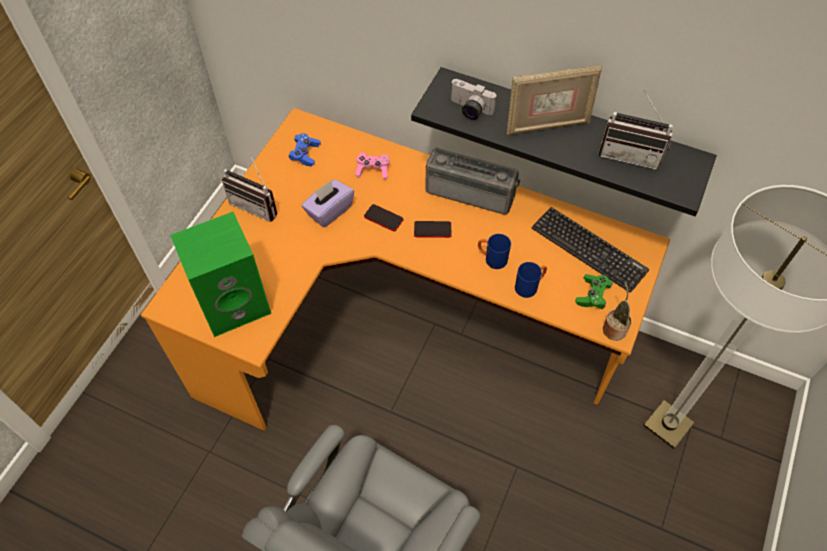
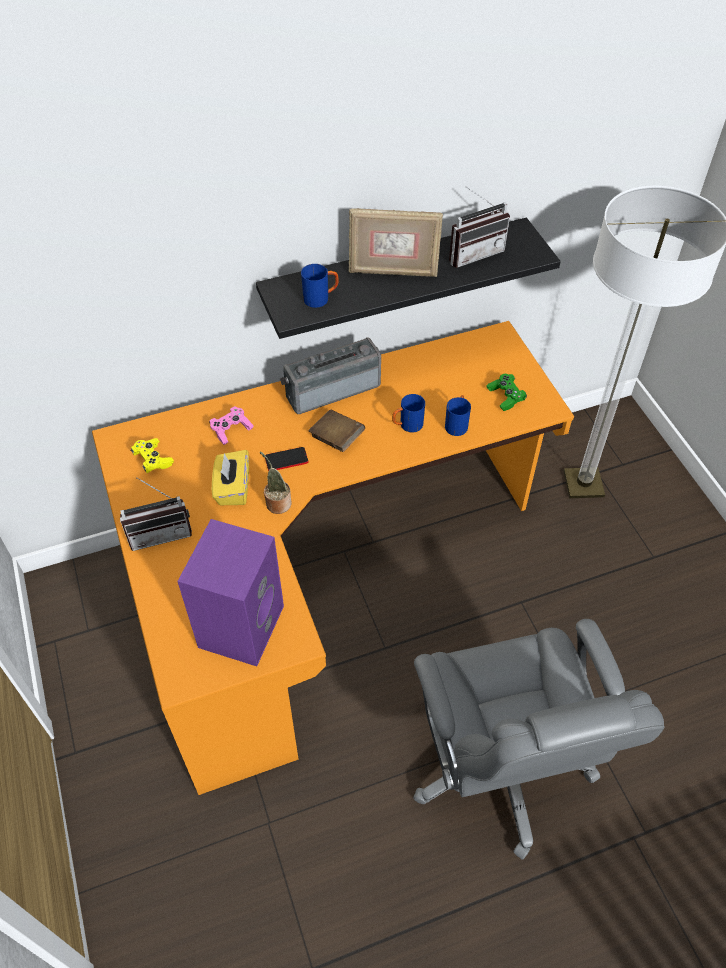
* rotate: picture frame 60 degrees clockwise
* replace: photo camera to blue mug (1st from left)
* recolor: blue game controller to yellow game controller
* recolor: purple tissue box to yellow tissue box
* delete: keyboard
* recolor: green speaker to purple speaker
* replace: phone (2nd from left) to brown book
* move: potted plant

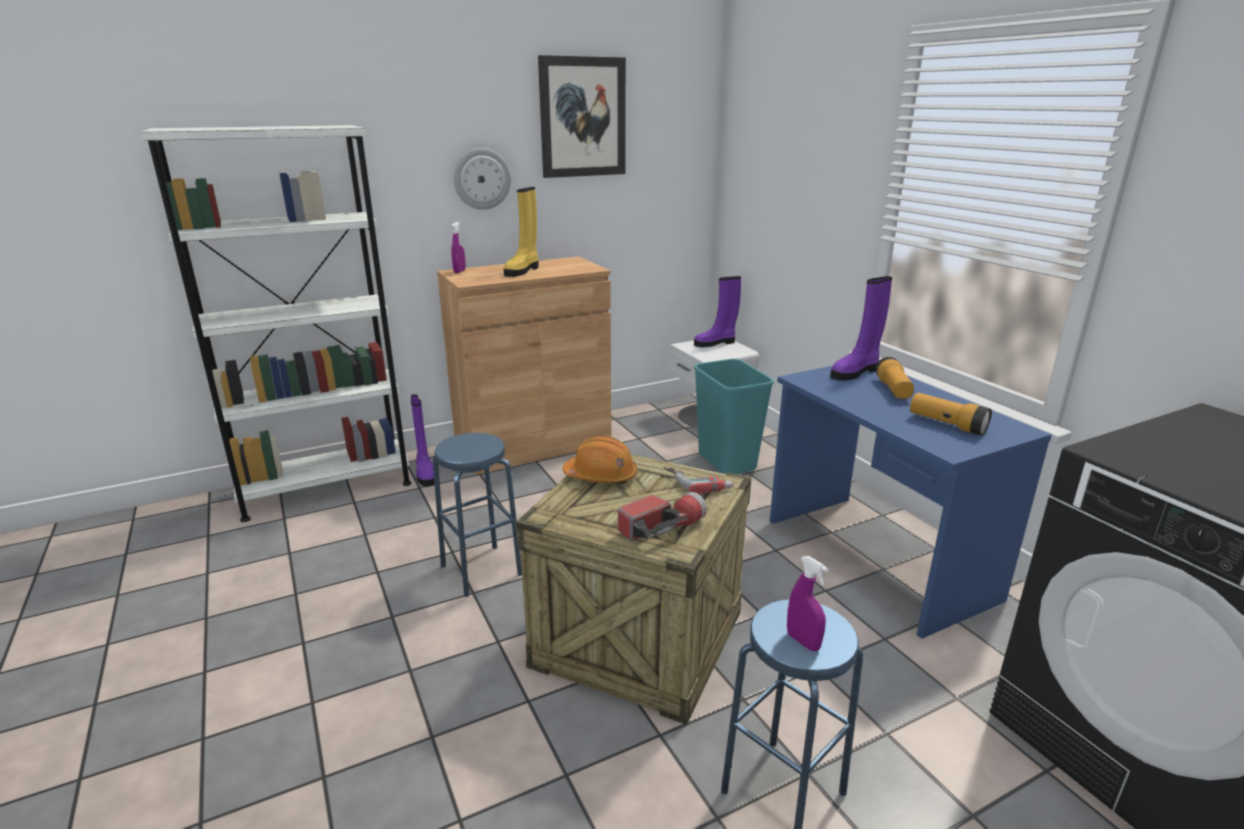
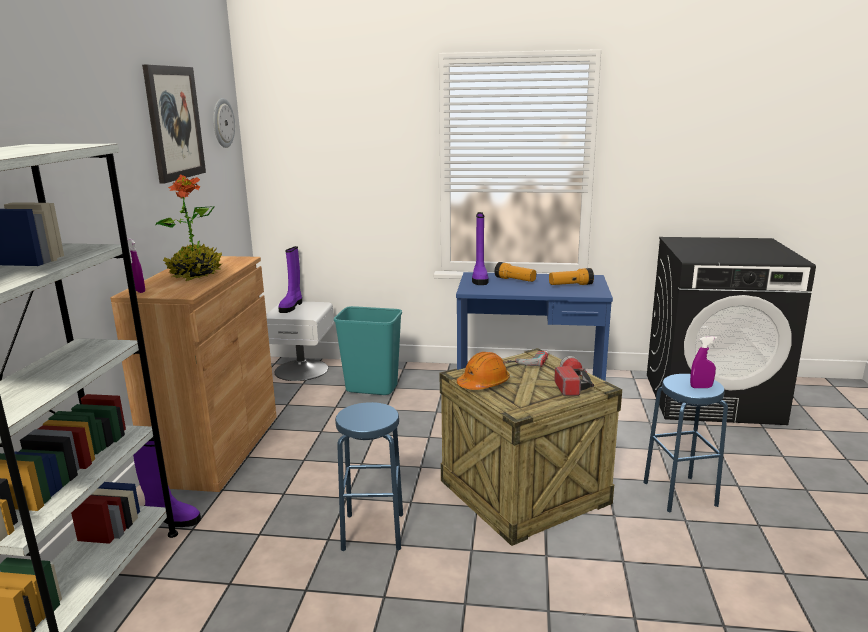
* move: wall clock
* replace: yellow boot to potted plant

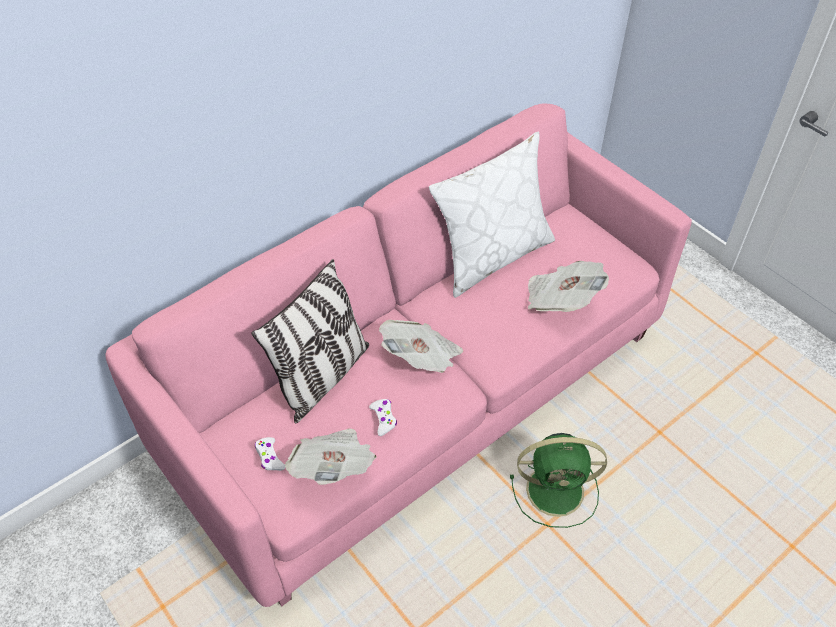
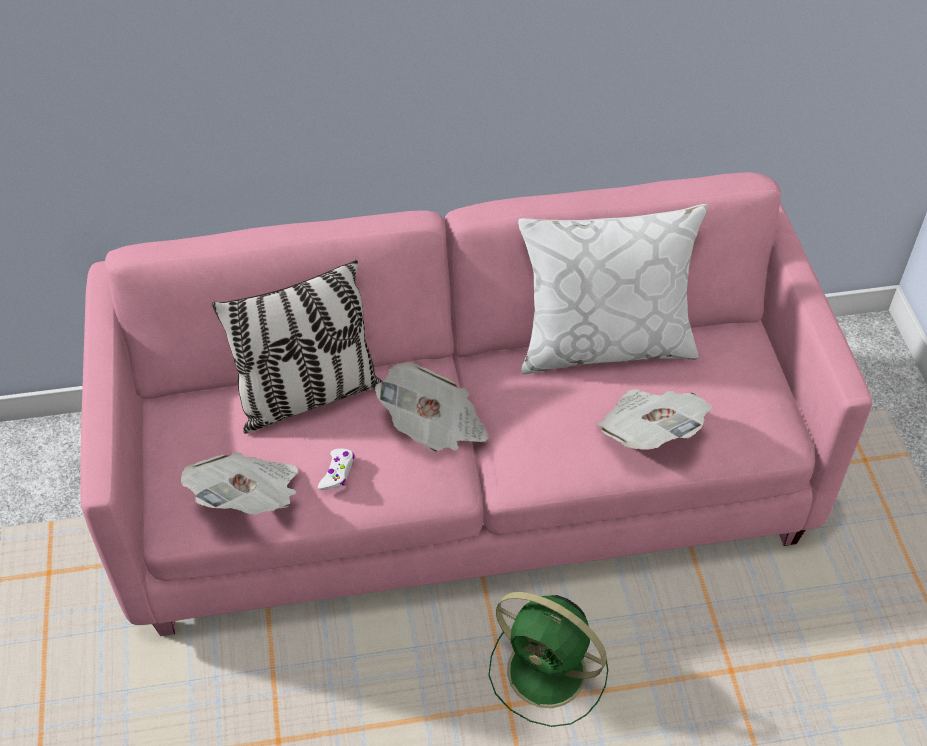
* delete: white game controller (1st from left)

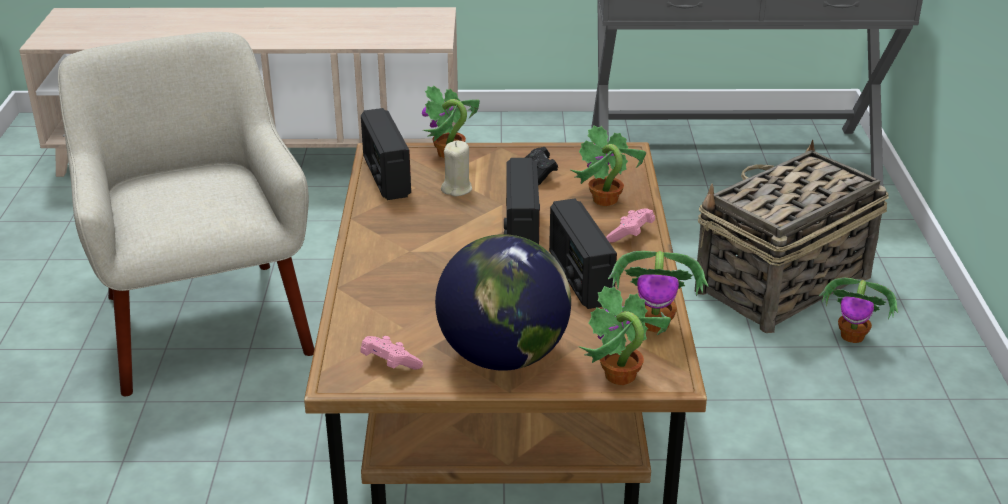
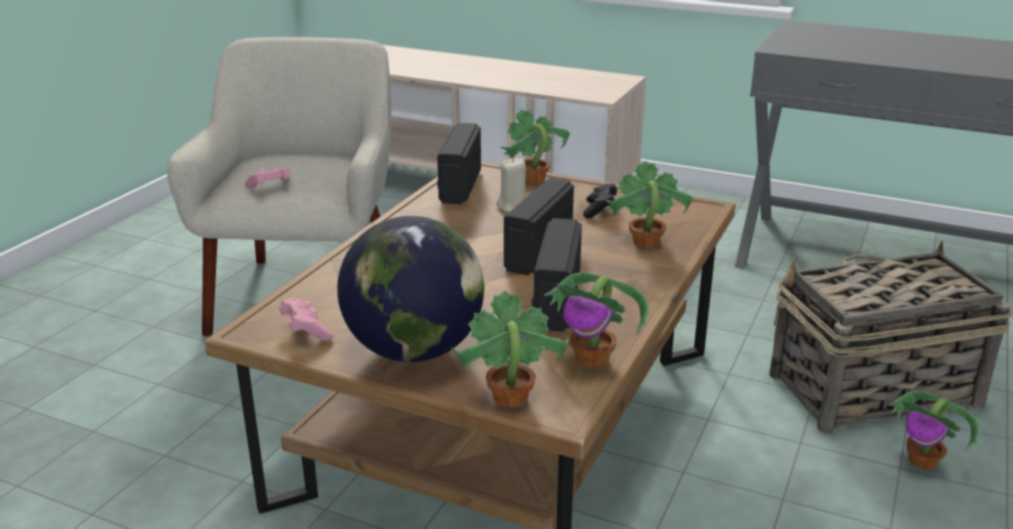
* move: pink game controller (2nd from left in the first image) to pink game controller (1st from left)

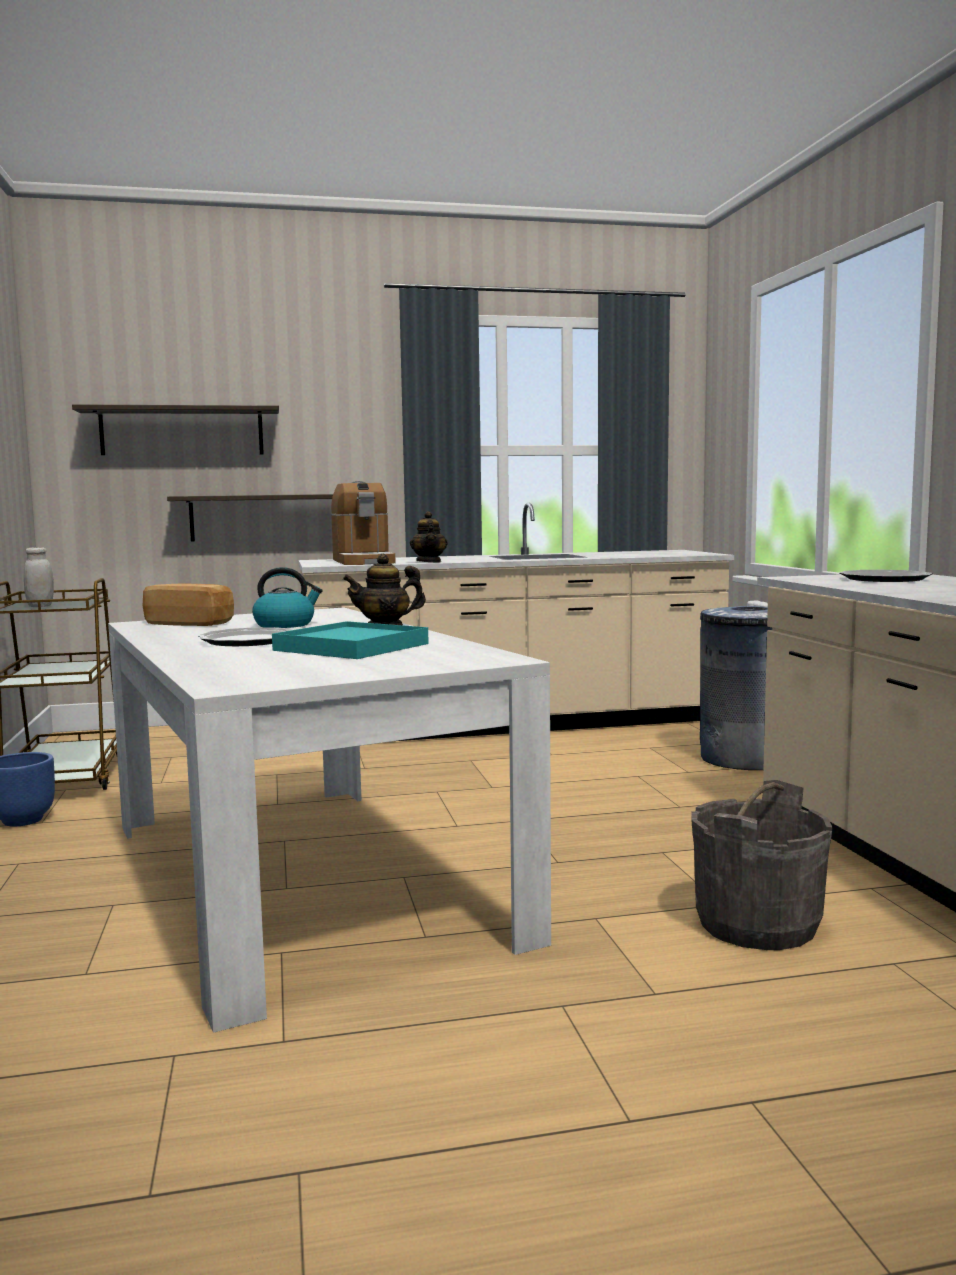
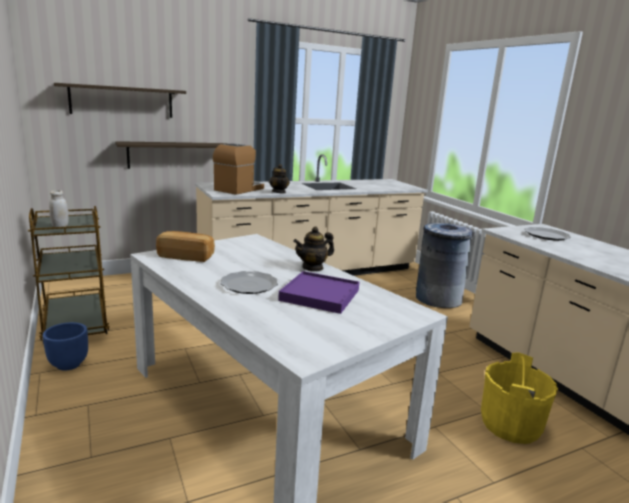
* rotate: coffee machine 120 degrees counterclockwise
* delete: kettle
* recolor: turquoise tray to purple tray
* recolor: grey bucket to yellow bucket

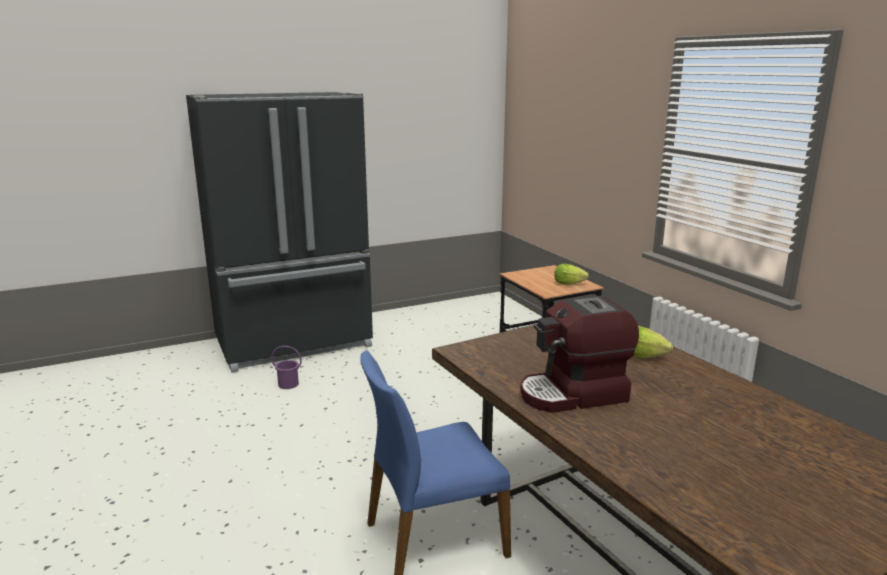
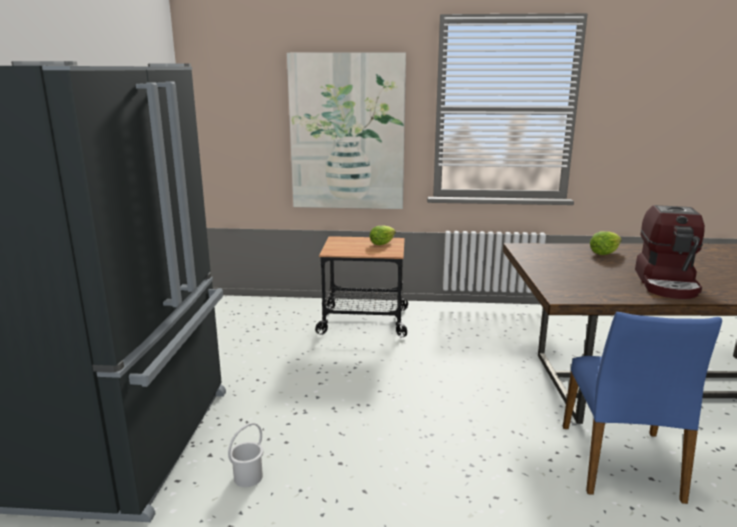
* recolor: purple bucket to white bucket
* insert: picture

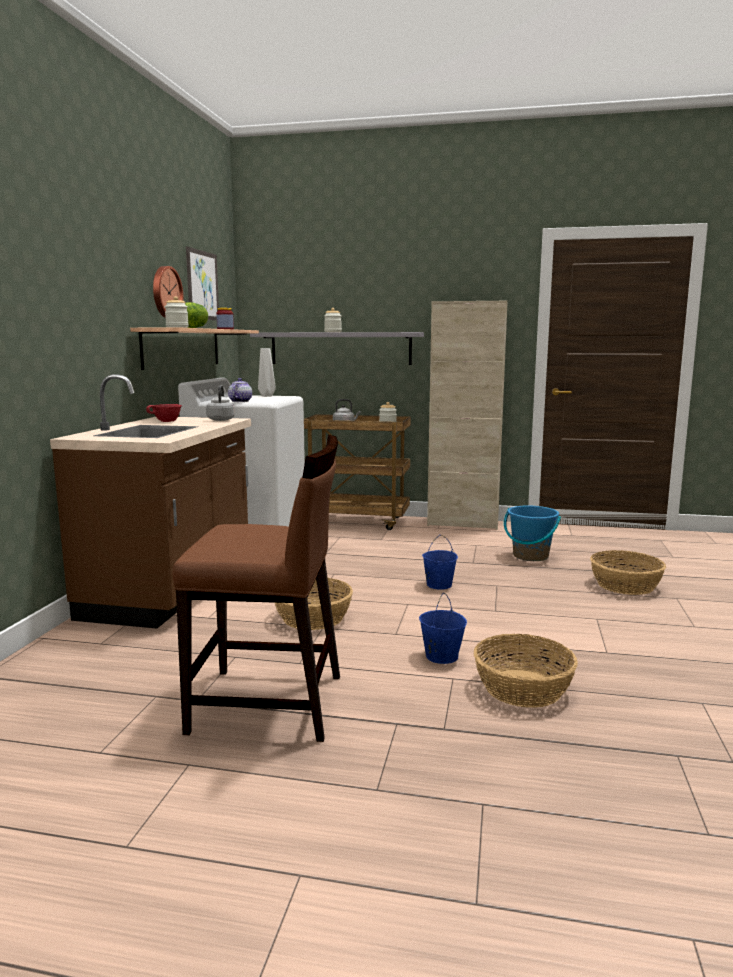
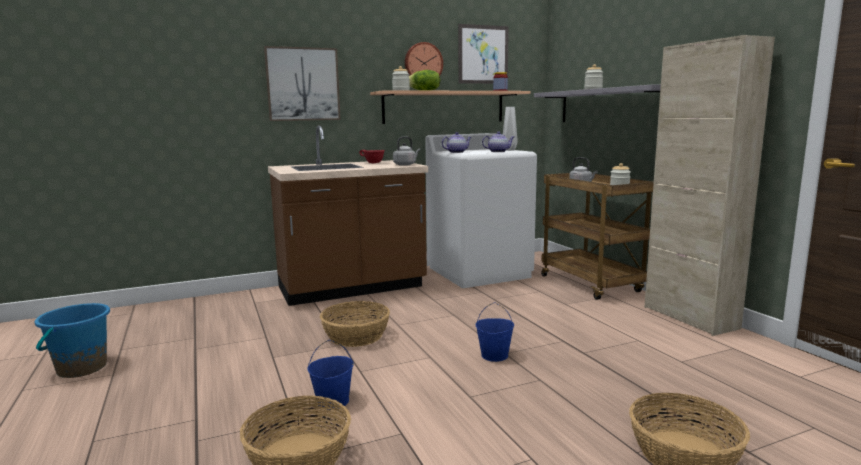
* delete: brown chair
* move: blue bucket (3rd from left in the first image) to blue bucket (1st from left)
* insert: picture (1st from left)
* insert: teapot (2nd from left)

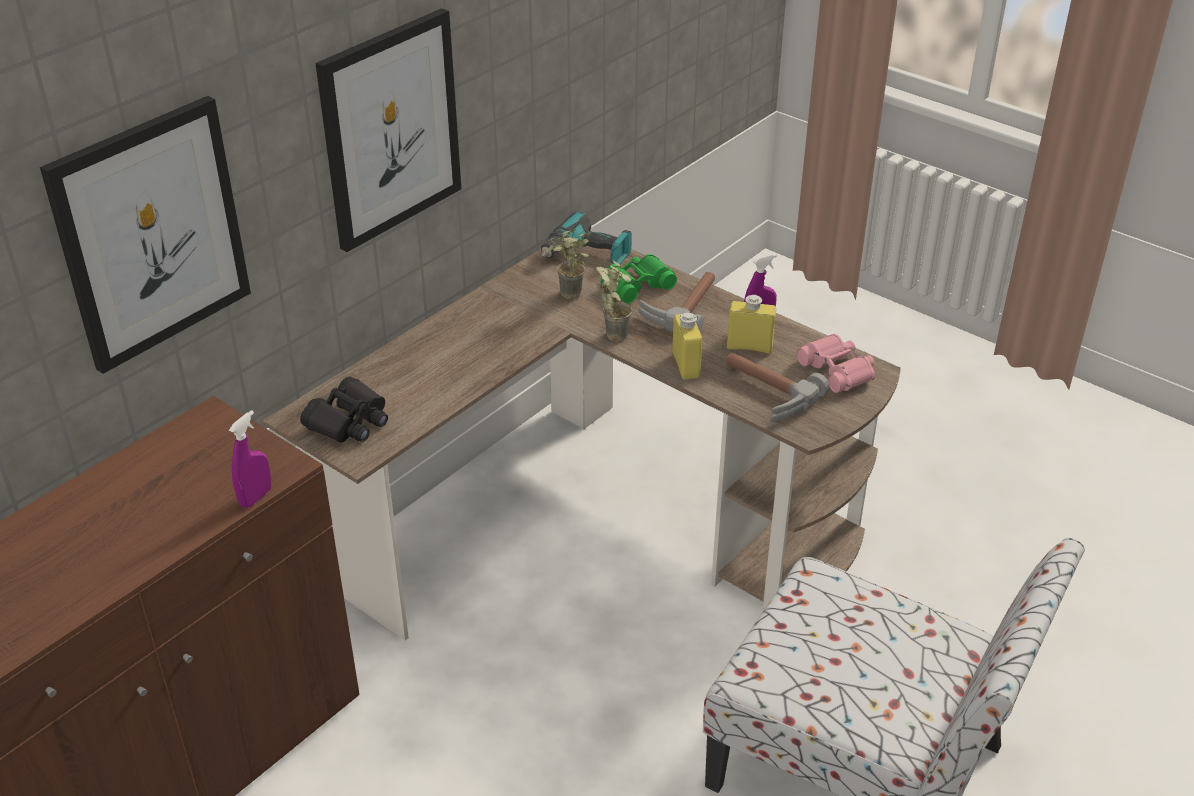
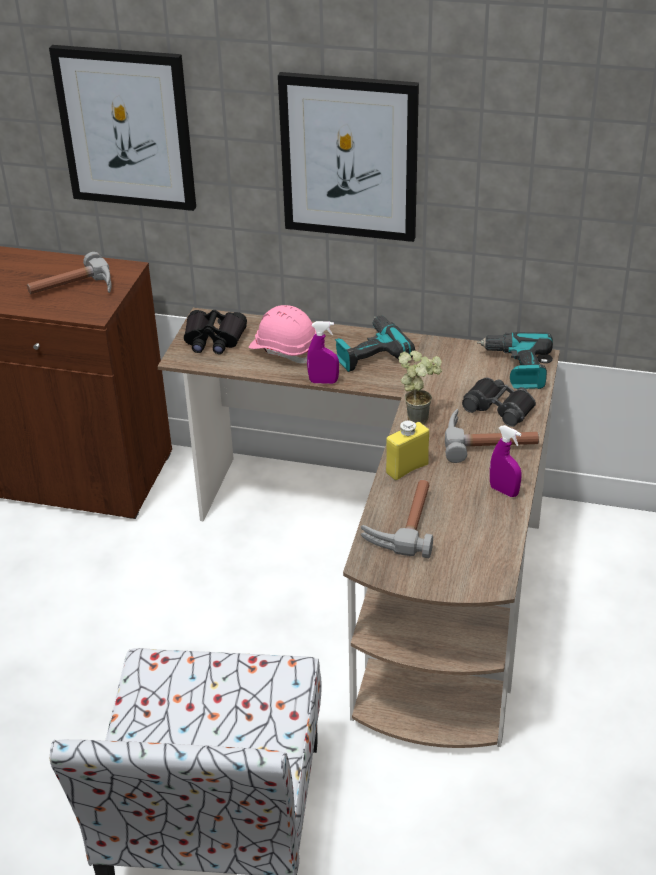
* delete: potted plant (1st from left)
* recolor: green binoculars to black binoculars (2nd from left)
* delete: yellow bottle (2nd from left)
* delete: pink binoculars
* move: purple spray bottle (1st from left)
* insert: hammer (1st from left)
* insert: pink hard hat
* insert: power drill (1st from left)

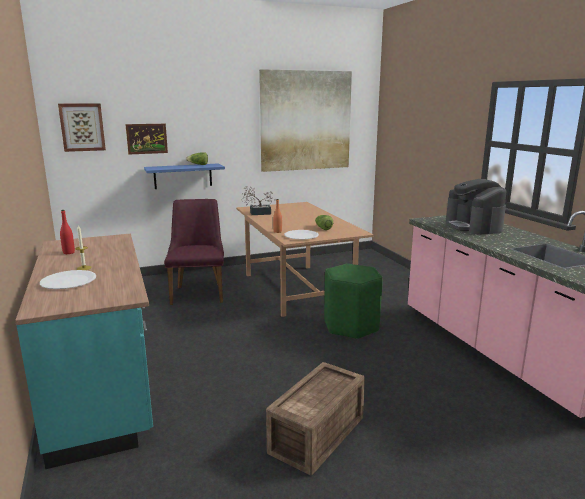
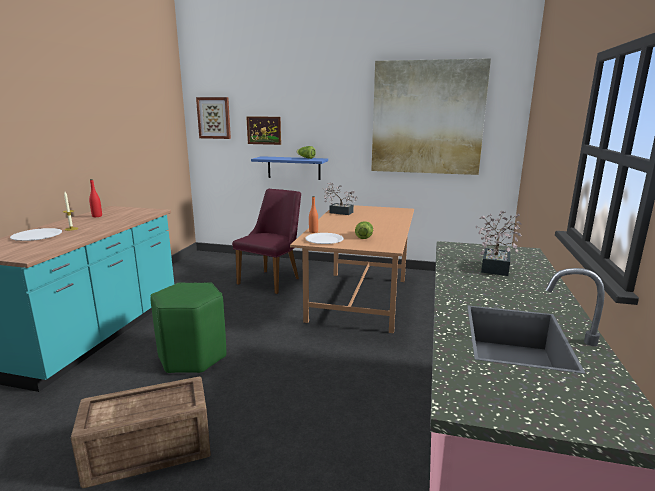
* replace: coffee machine to potted plant (2nd from left)
* move: green stool

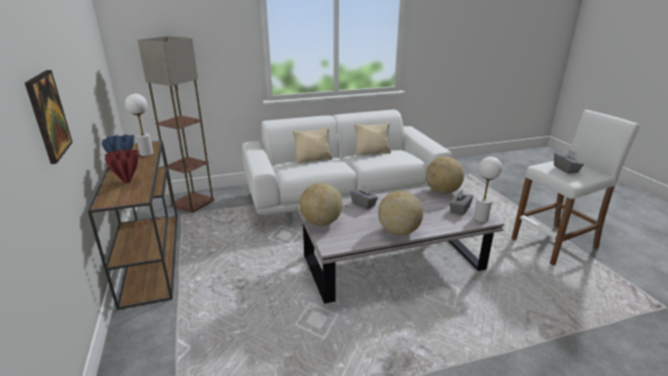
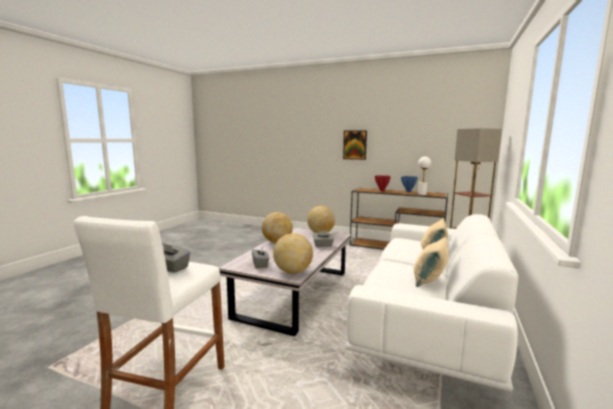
* delete: white table lamp (2nd from left)

